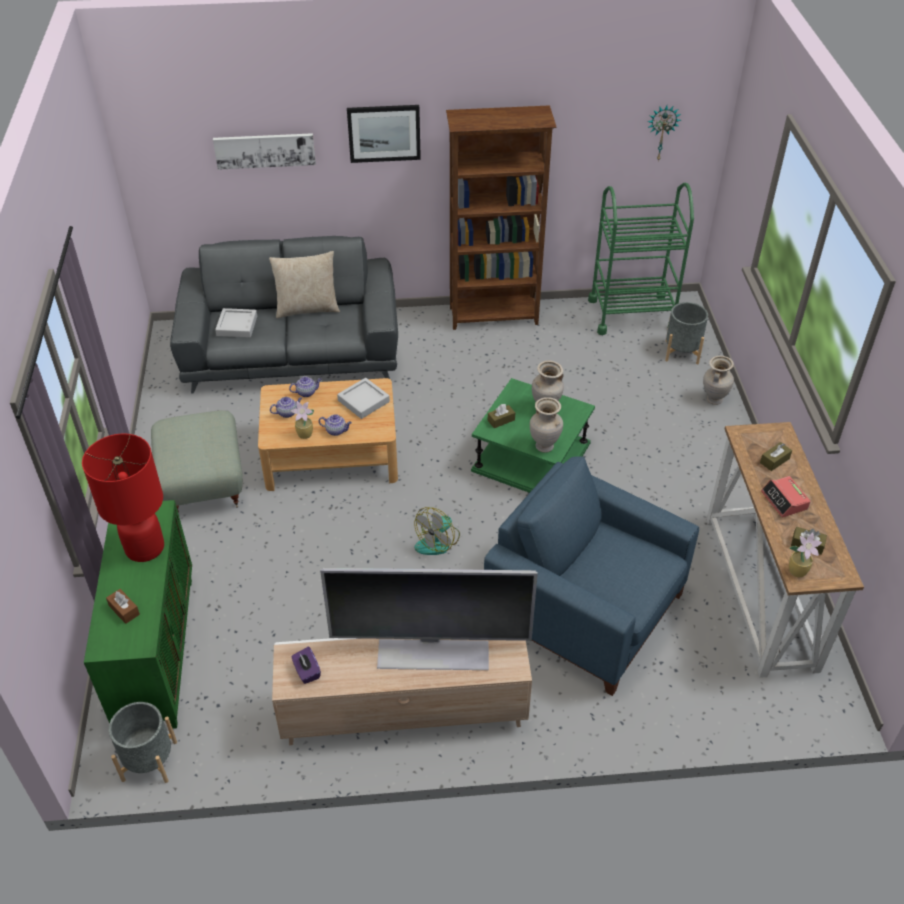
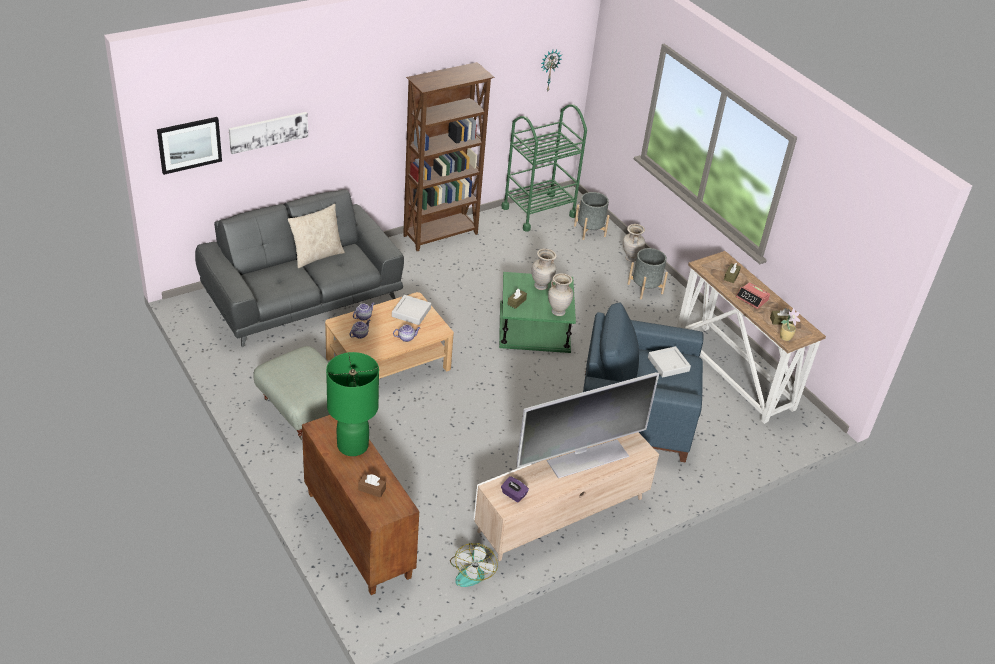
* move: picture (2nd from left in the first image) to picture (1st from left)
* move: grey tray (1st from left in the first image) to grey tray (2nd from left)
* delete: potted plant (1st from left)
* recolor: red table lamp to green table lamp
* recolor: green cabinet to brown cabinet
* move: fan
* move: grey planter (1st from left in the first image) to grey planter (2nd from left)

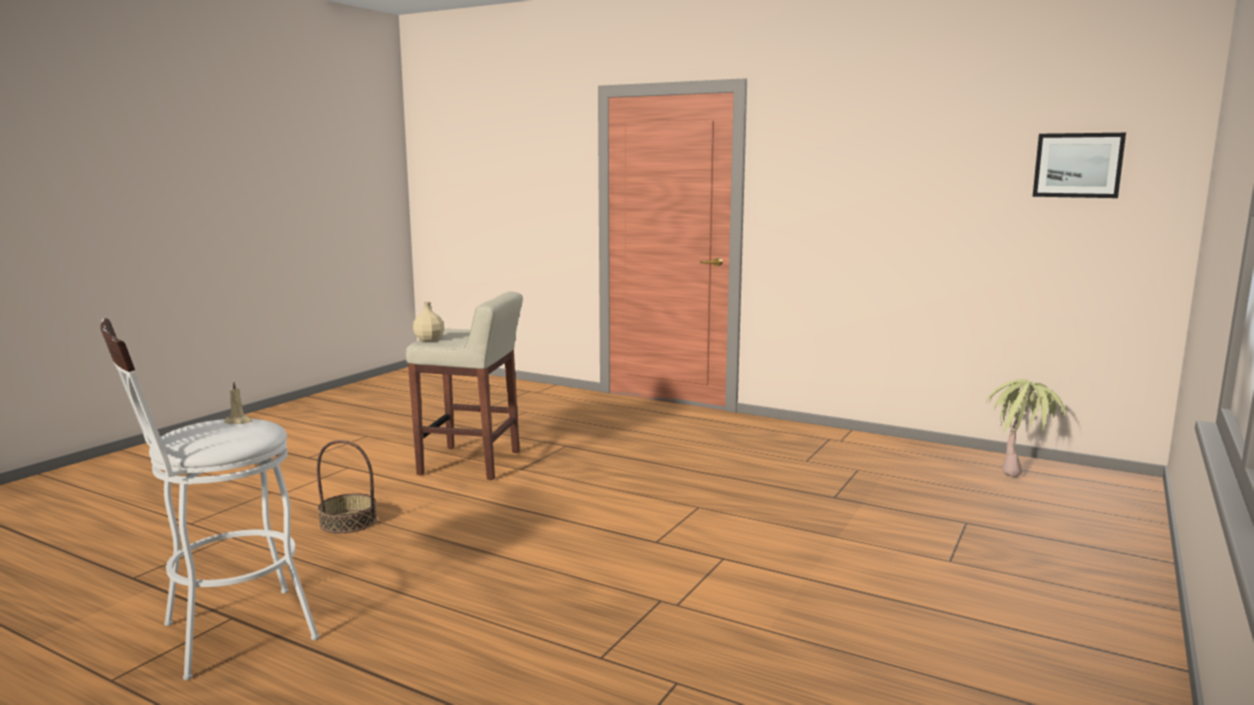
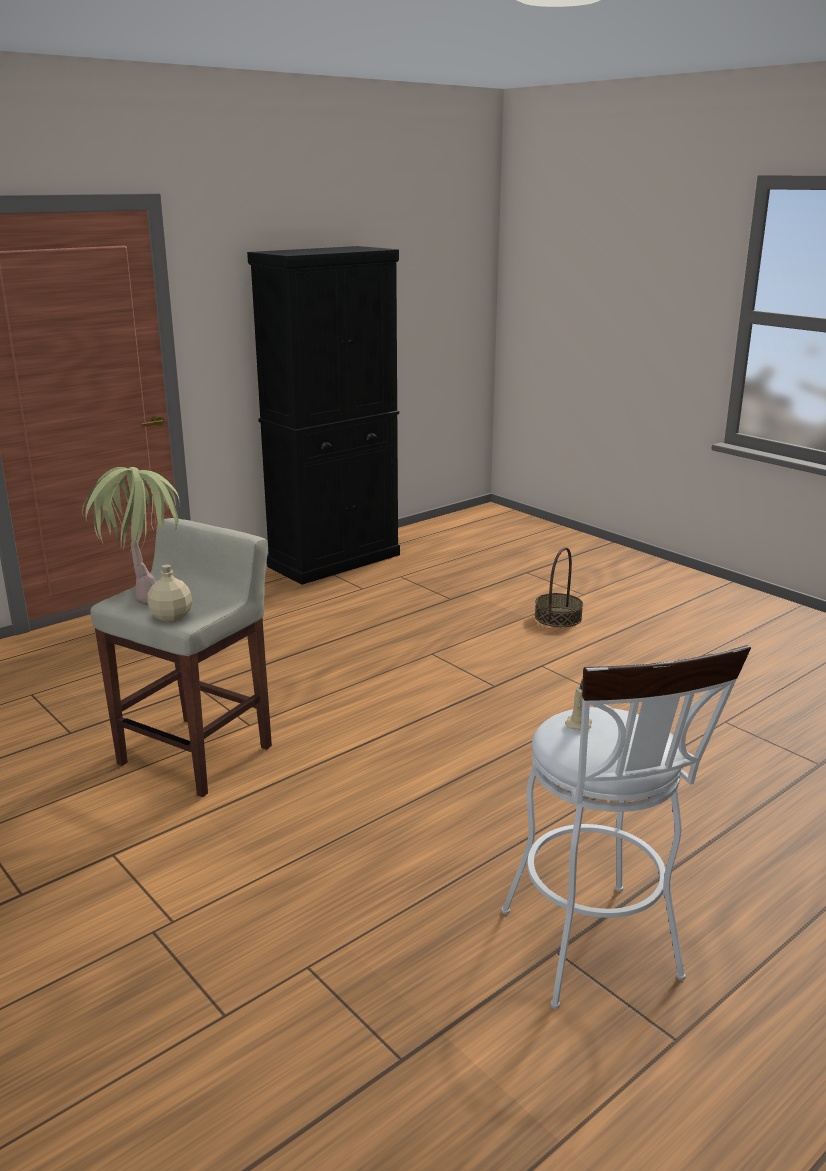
* delete: picture
* move: potted plant
* move: basket
* insert: black cabinet

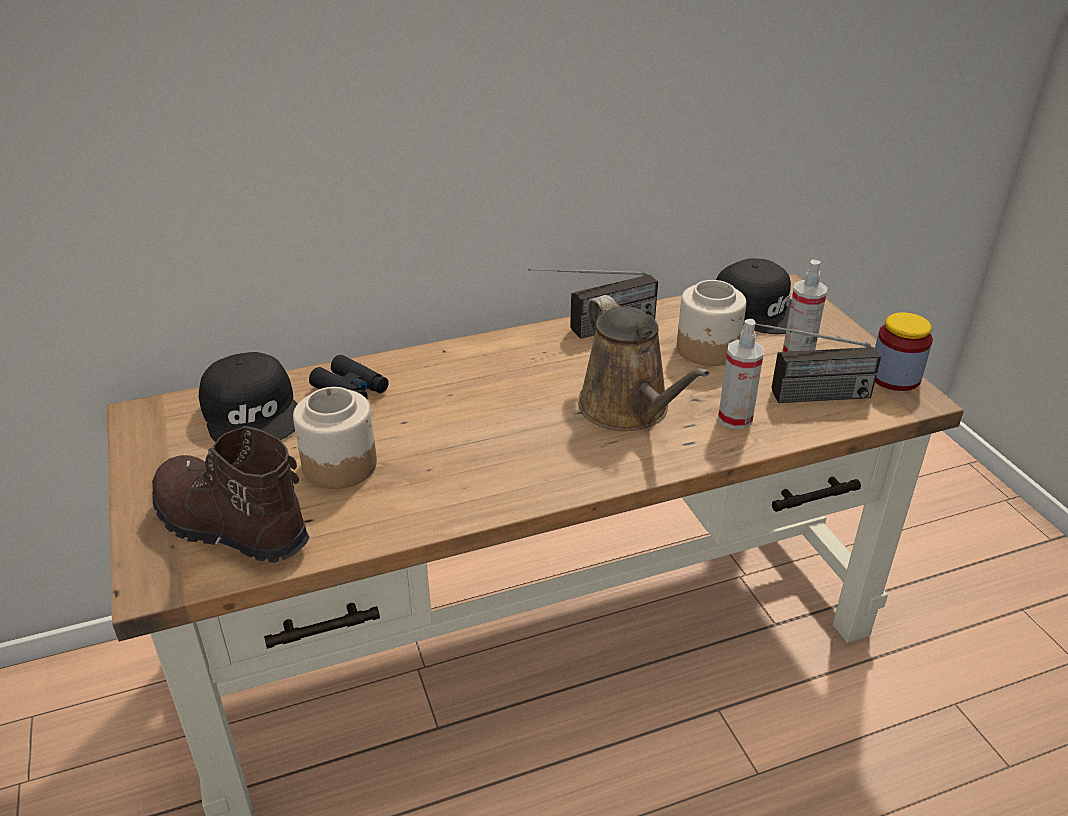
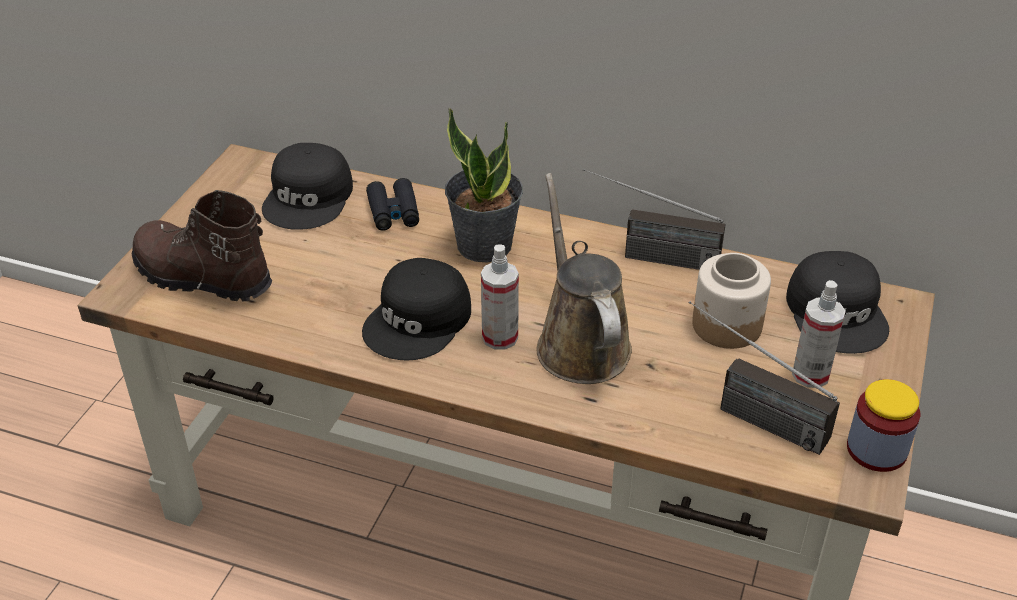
* rotate: brown watering can 150 degrees clockwise
* move: spray bottle (1st from left)
* delete: jar (1st from left)
* rotate: brown boot 45 degrees counterclockwise
* insert: potted plant
* insert: black cap (2nd from left)

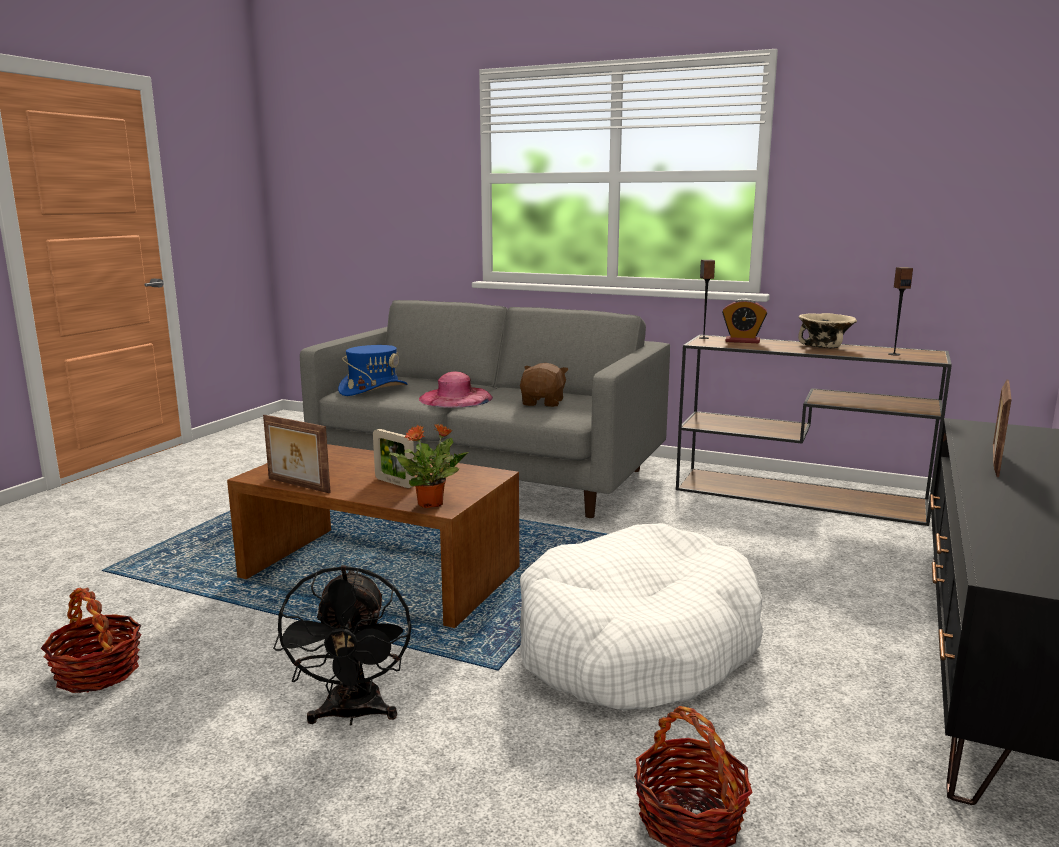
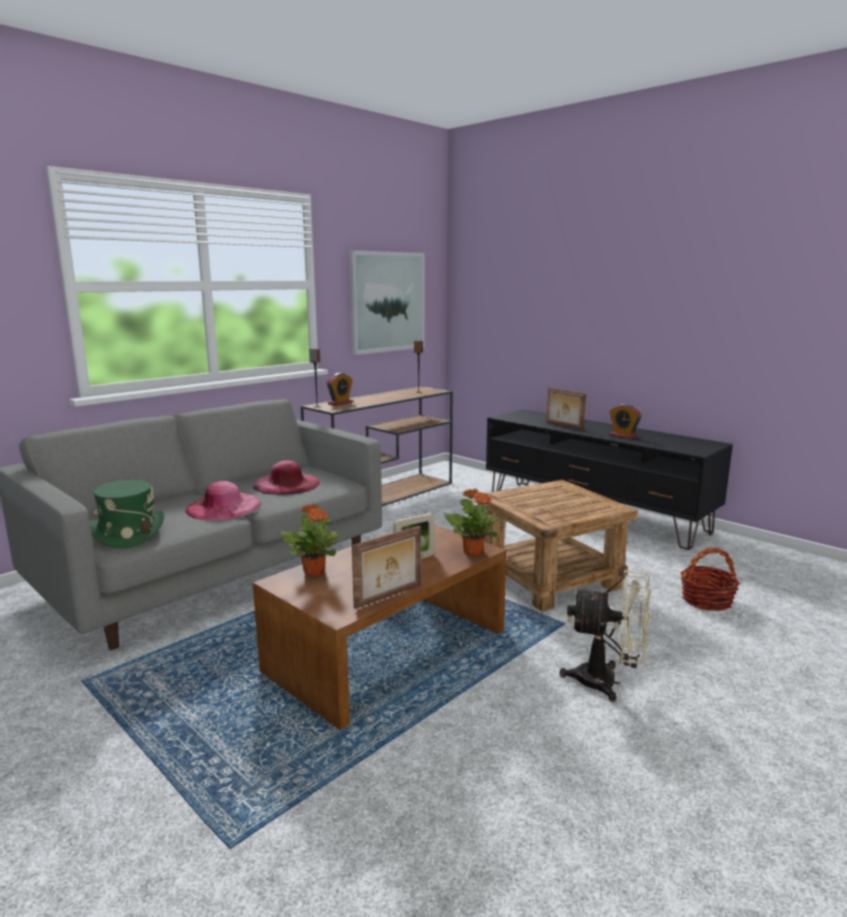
* delete: beige bowl
* recolor: blue hat to green hat
* replace: brown plush toy to pink hat (2nd from left)
* replace: white dog bed to brown side table
* recolor: black fan to beige fan
* delete: basket (1st from left)
* insert: picture
* insert: alarm clock (2nd from left)
* insert: potted plant (1st from left)

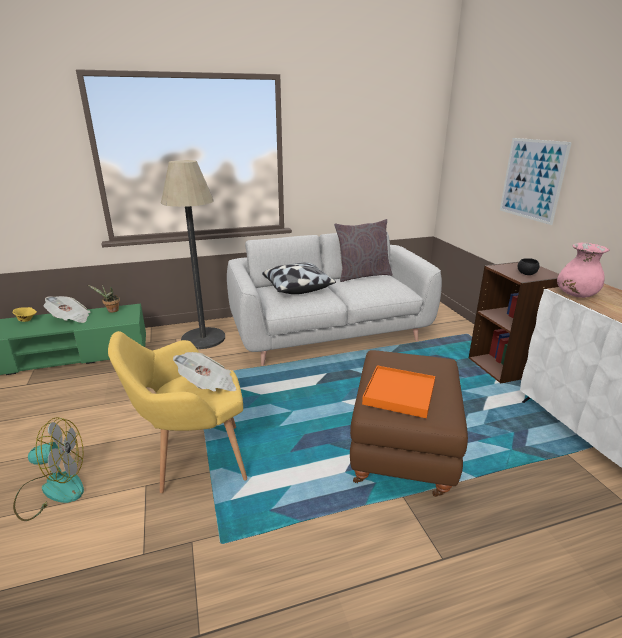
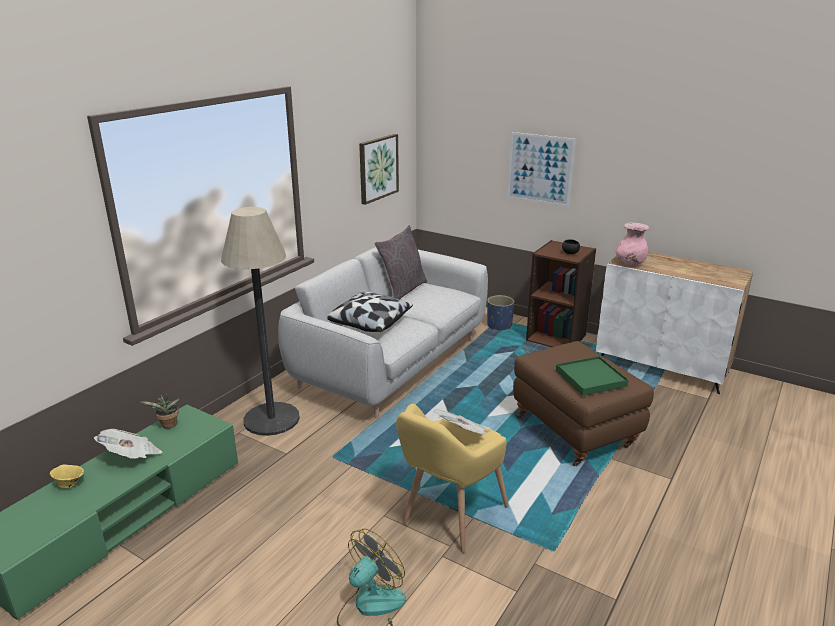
* recolor: orange tray to green tray
* insert: picture (1st from left)
* insert: blue planter

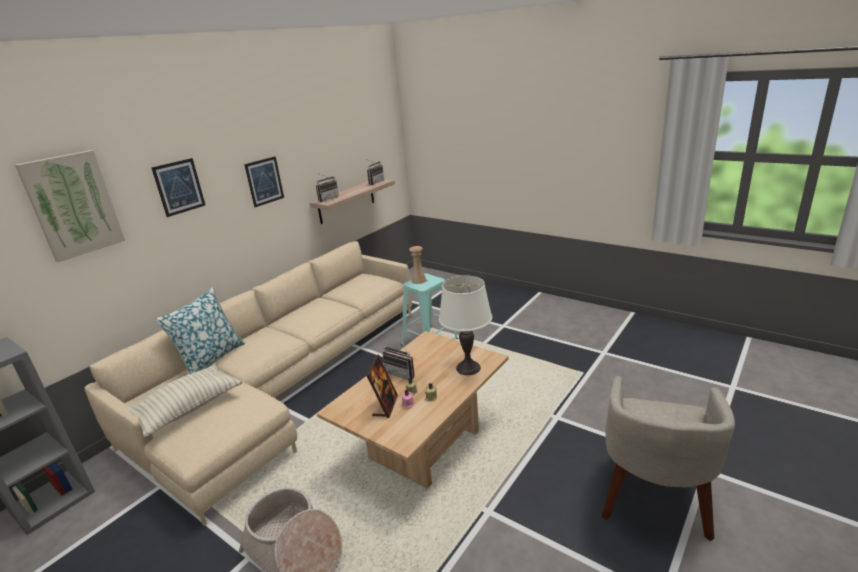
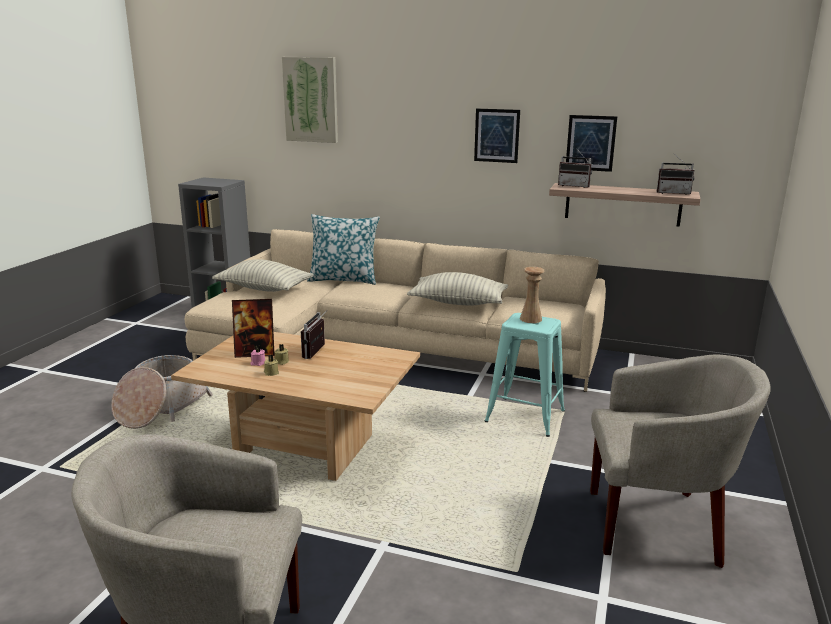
* move: picture (2nd from left in the first image) to picture (3rd from left)
* delete: white table lamp
* insert: pillow (3rd from left)
* insert: beige armchair (2nd from left)

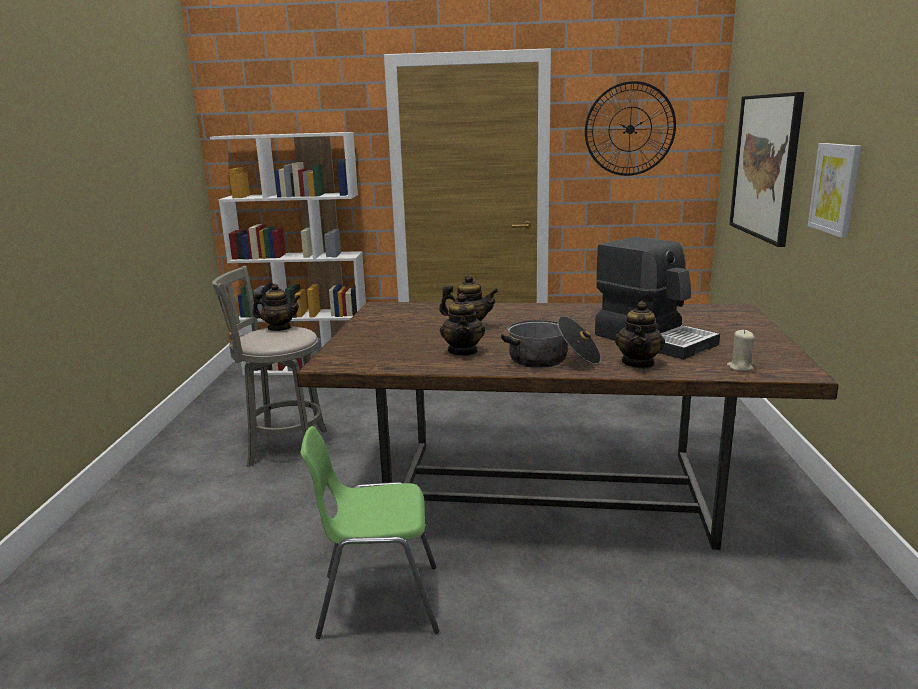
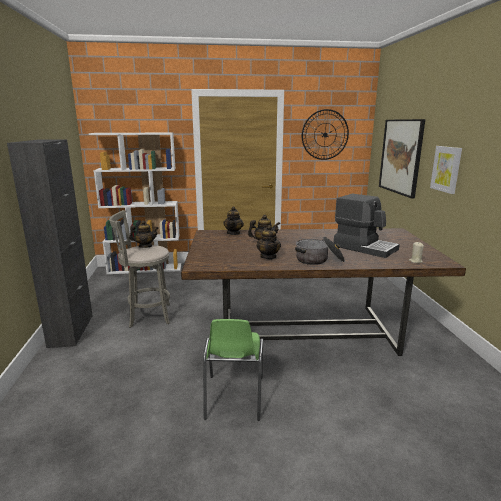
* move: teapot (4th from left in the first image) to teapot (2nd from left)
* rotate: green chair 75 degrees counterclockwise
* insert: black cabinet

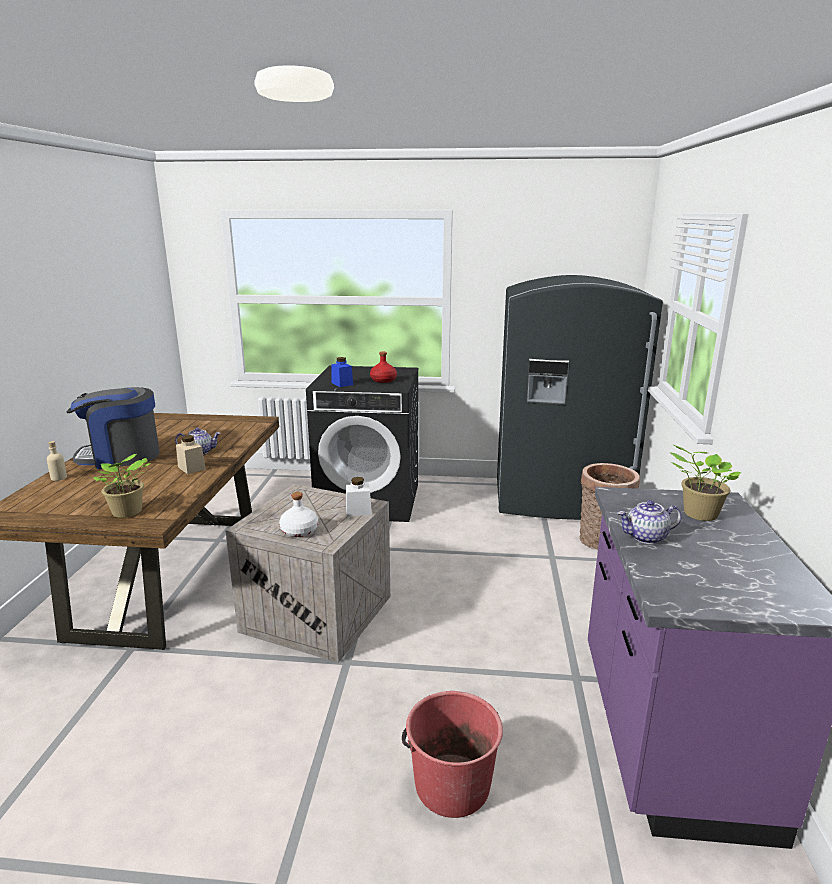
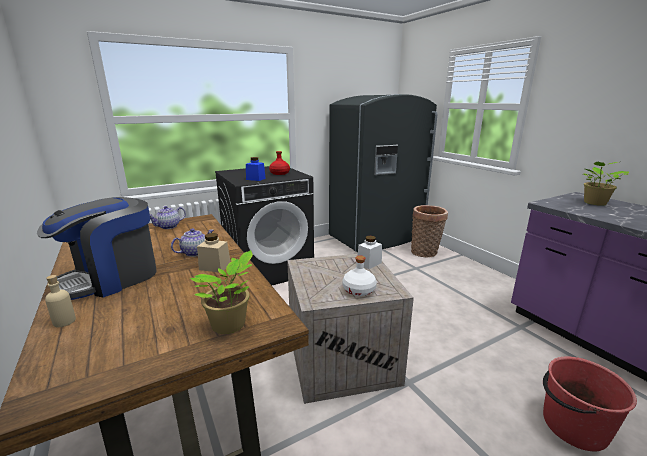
* move: teapot (2nd from left in the first image) to teapot (1st from left)

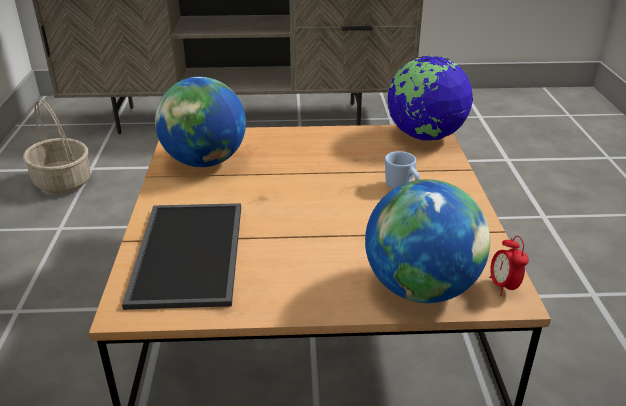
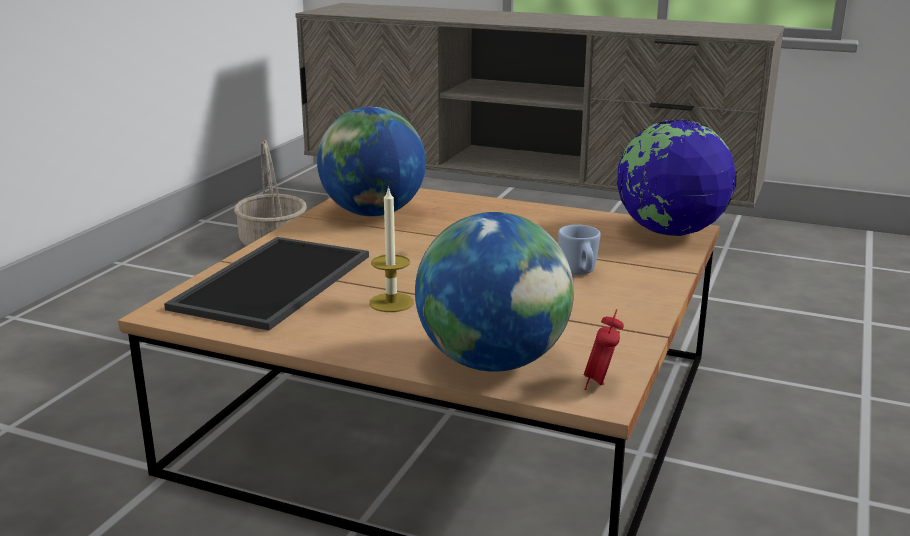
* insert: candle

